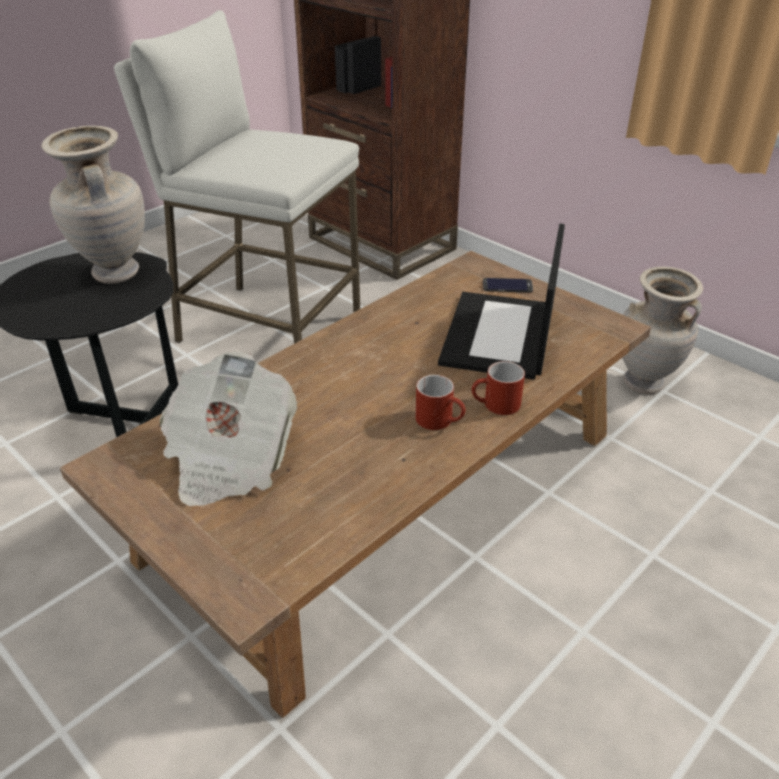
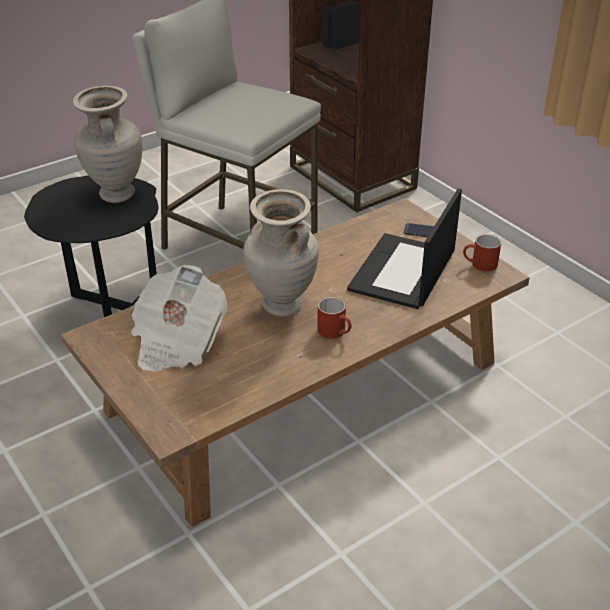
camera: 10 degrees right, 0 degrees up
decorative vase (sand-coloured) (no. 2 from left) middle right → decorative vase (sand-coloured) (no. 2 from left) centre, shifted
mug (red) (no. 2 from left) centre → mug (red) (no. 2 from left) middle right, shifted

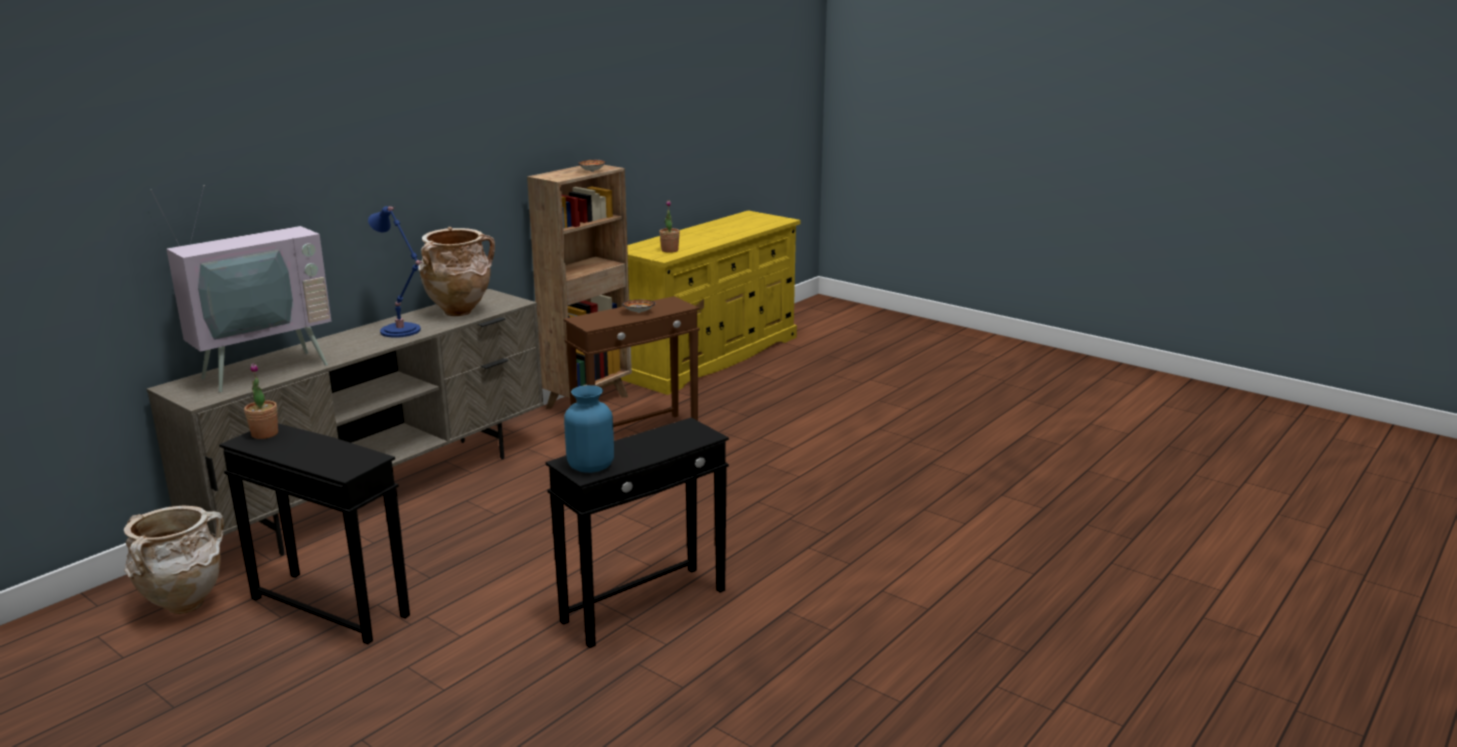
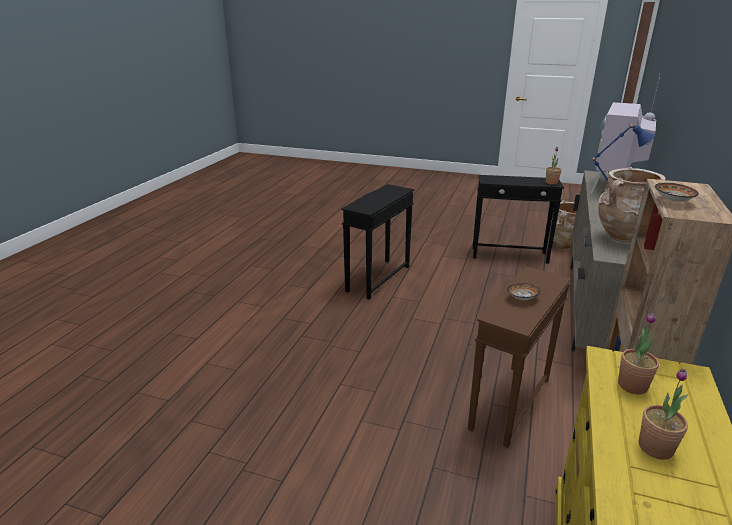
camera: 160 degrees right, 5 degrees up
- → plant in a pot (no. 3 from left) bottom right
decorative vase (blue-coloured) centre → -

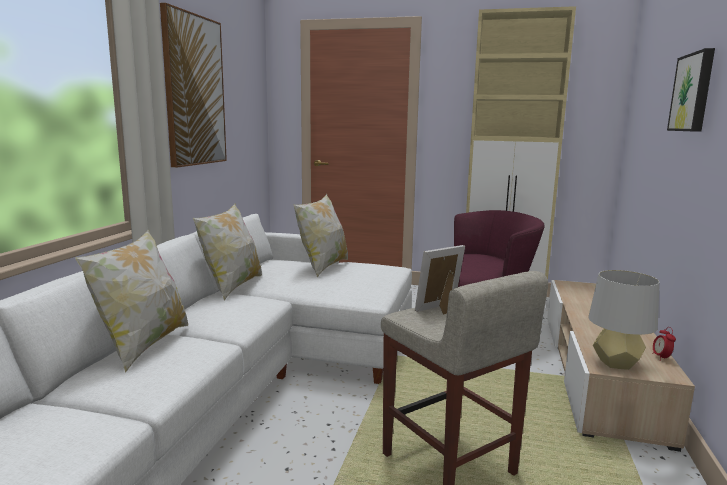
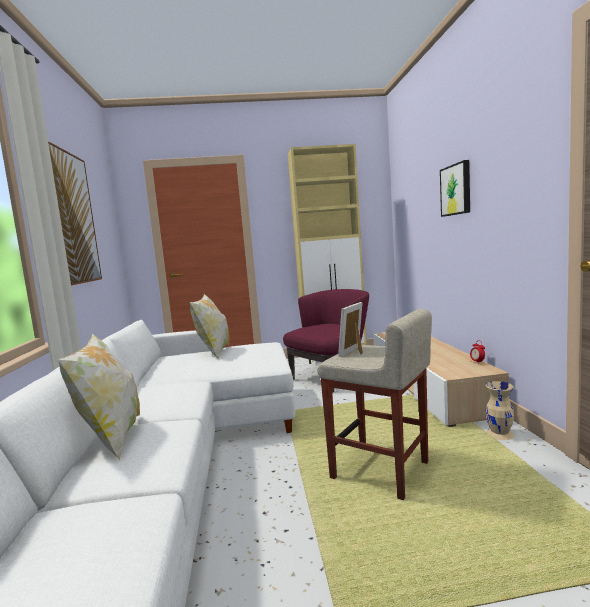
camera: 20 degrees left, 5 degrees down
- → decorative vase (sand-coloured) bottom right
cushion (no. 2 from left) middle left → -
lamp for a table (greyish) middle right → -

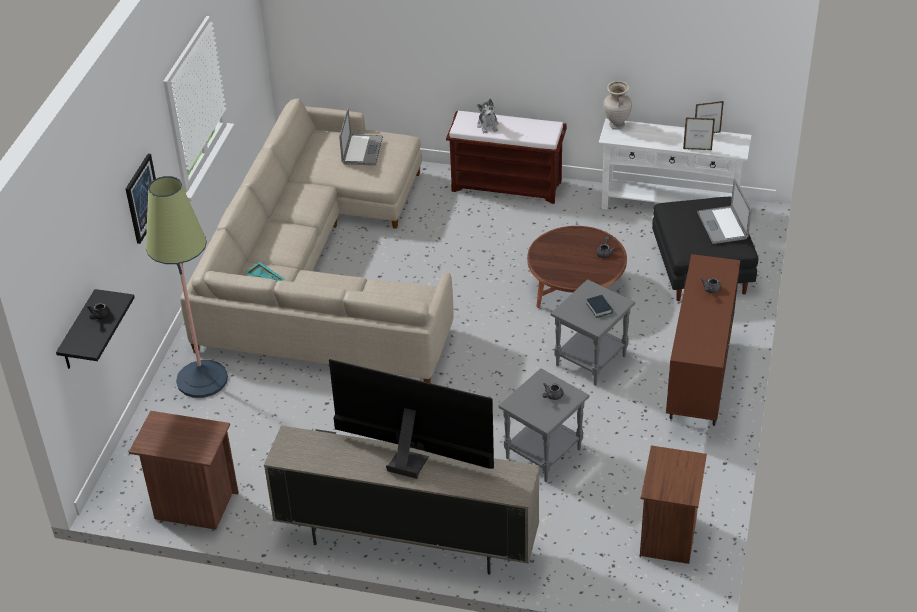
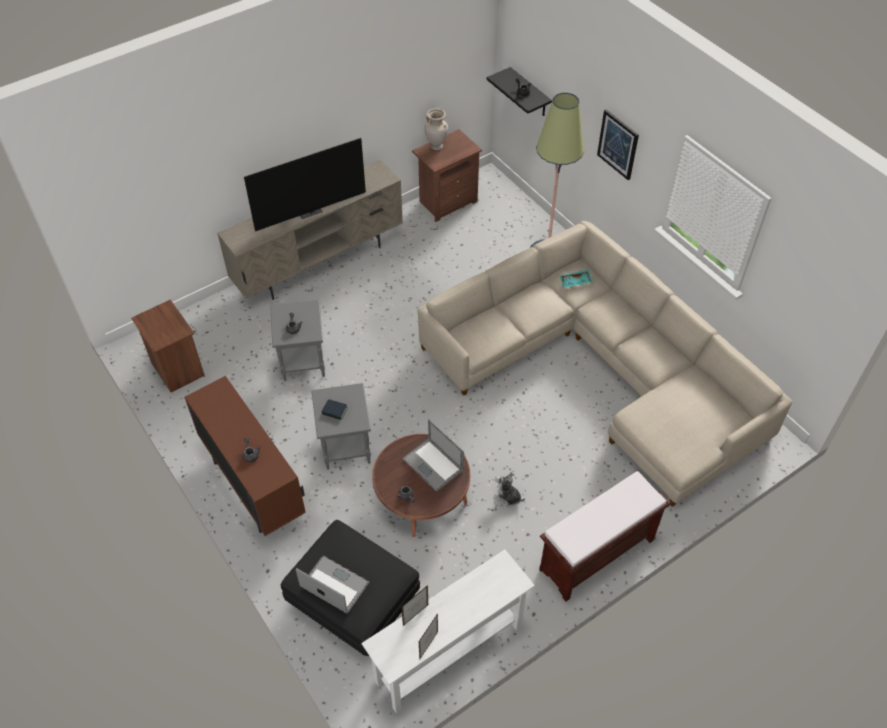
camera: 130 degrees right, 10 degrees up
notebook computer (no. 1 from left in the first image) top centre → notebook computer (no. 2 from left) centre, shifted
decorative vase (sand-coloured) top right → decorative vase (sand-coloured) top centre, shifted
cuddly toy top centre → cuddly toy bottom centre, shifted

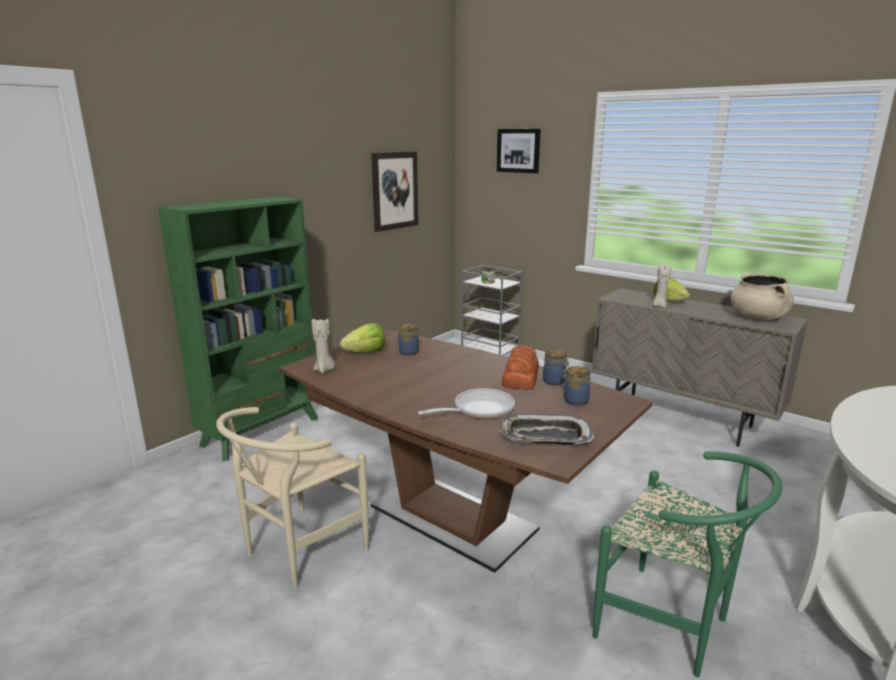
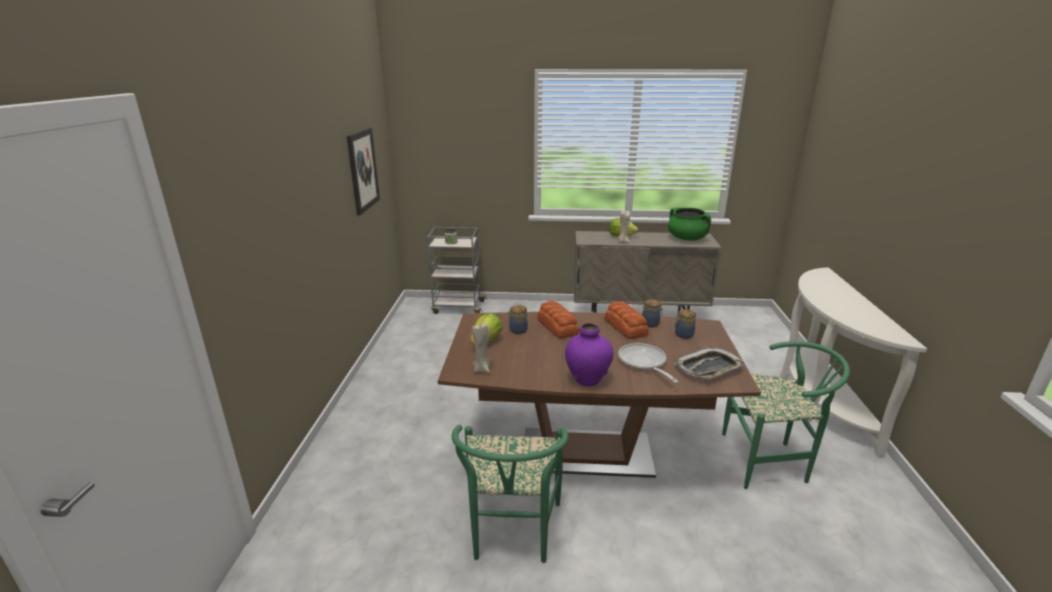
camera: 35 degrees left, 5 degrees up
chair (sand-coloured) bottom left → chair (green-coloured) (no. 1 from left) bottom centre
- → bakery bread (no. 1 from left) centre
- → decorative vase (purple) centre
pan centre, 45 degrees counterclockwise
saucepot (sand-coloured) middle right → saucepot (green-coloured) centre
bookcase (green-coloured) middle left → -
wall picture (no. 2 from left) top centre → -

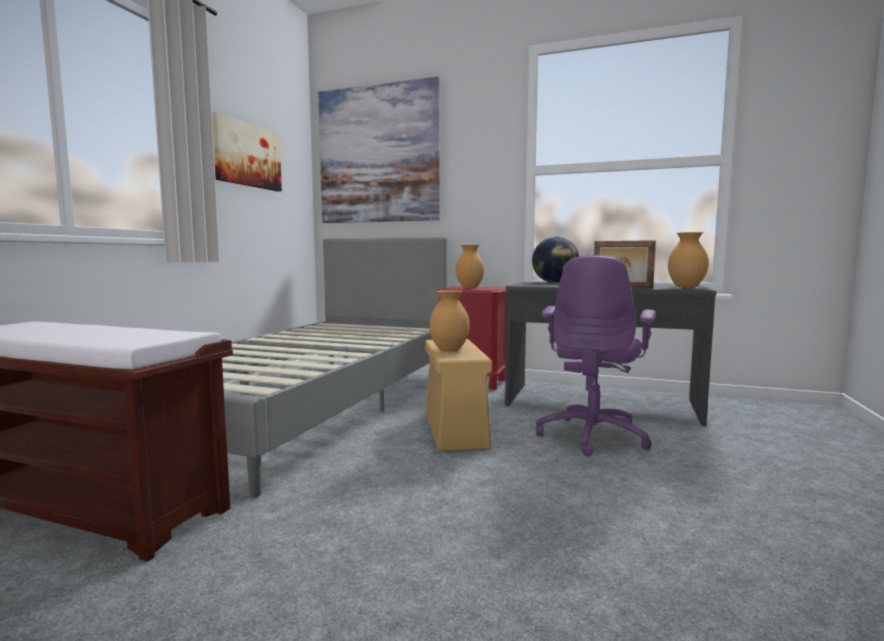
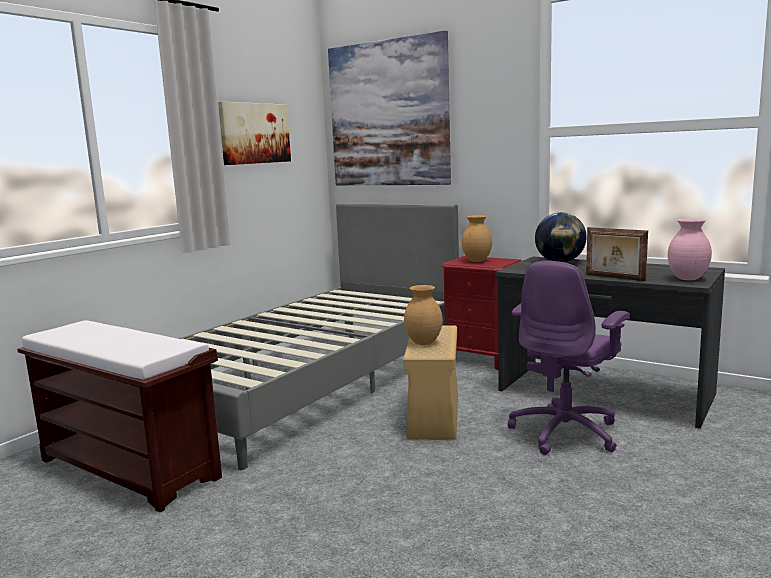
camera: 15 degrees right, 5 degrees up
decorative vase (brown) (no. 3 from left) middle right → decorative vase (pinkish) middle right

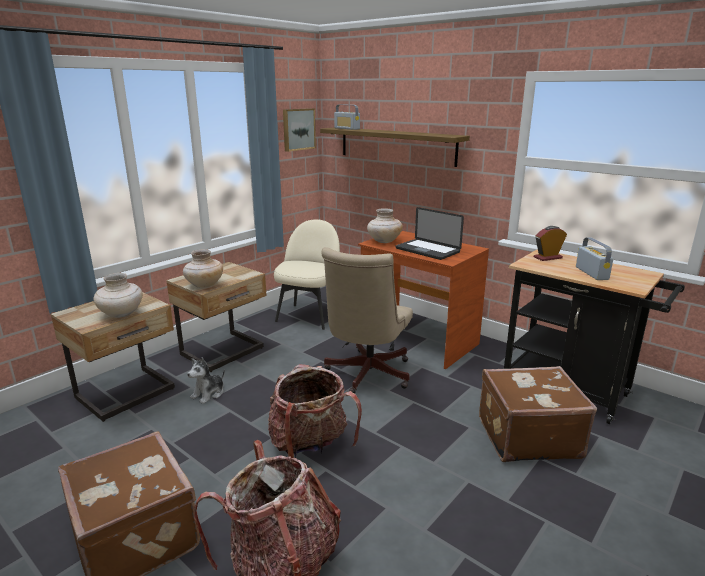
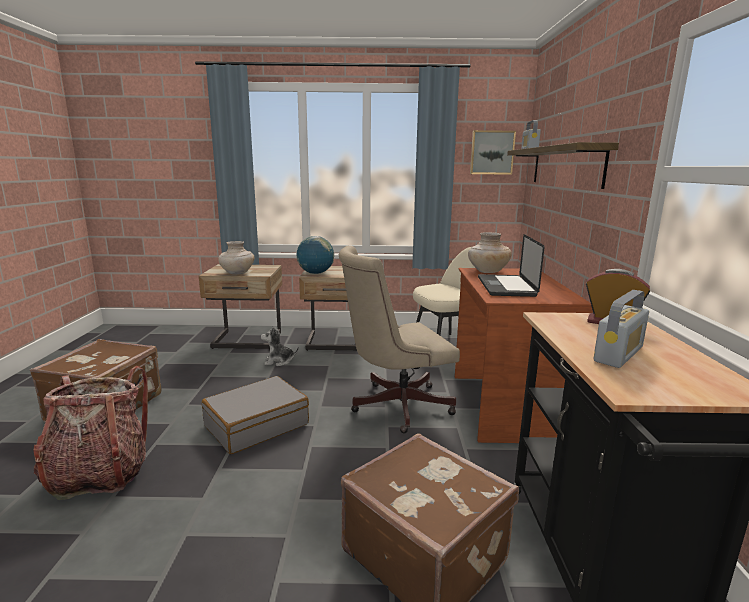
camera: 50 degrees right, 5 degrees down
knapsack (no. 2 from left) bottom centre → piece of luggage (greyish) bottom centre
decorative vase (sand-coloured) (no. 2 from left) middle left → desk globe centre

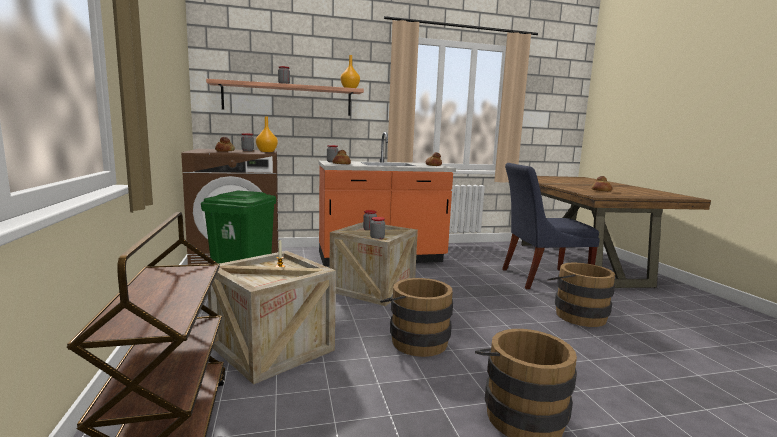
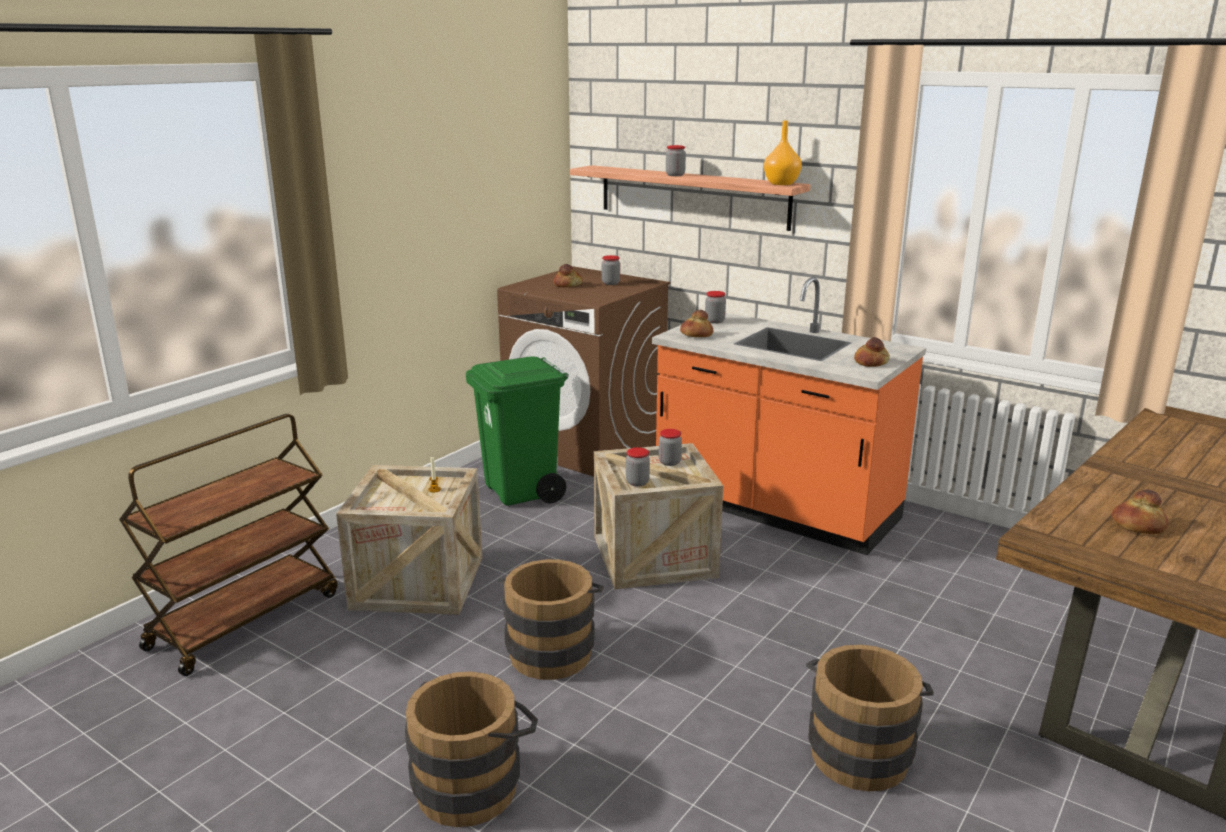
camera: 50 degrees right, 10 degrees up
decorative vase (orangey) (no. 1 from left) top centre → -
chair (blue-coloured) middle right → -

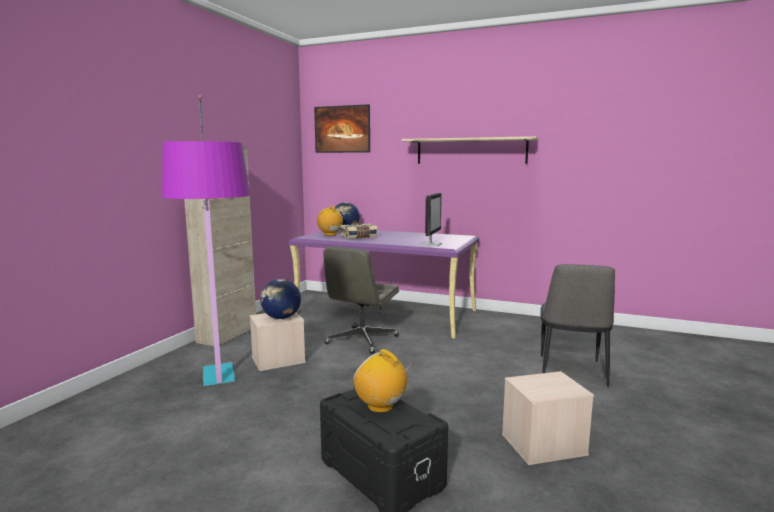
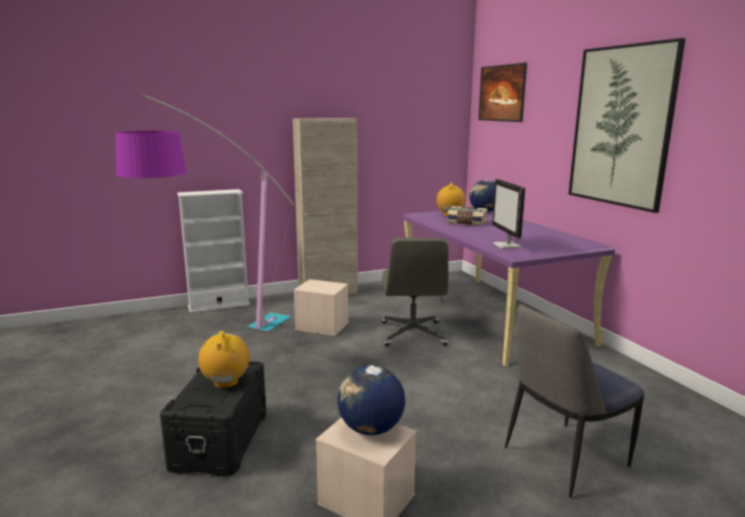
camera: 45 degrees right, 5 degrees up
- → bookcase (white-coloured) middle left
desk globe (no. 1 from left) centre → desk globe (no. 1 from left) bottom centre, shifted
desk chair (greyish) centre, 75 degrees counterclockwise
computer screen centre → computer screen middle right, 105 degrees clockwise
wall shelf (sand-coloured) top centre → wall picture (no. 2 from left) top right

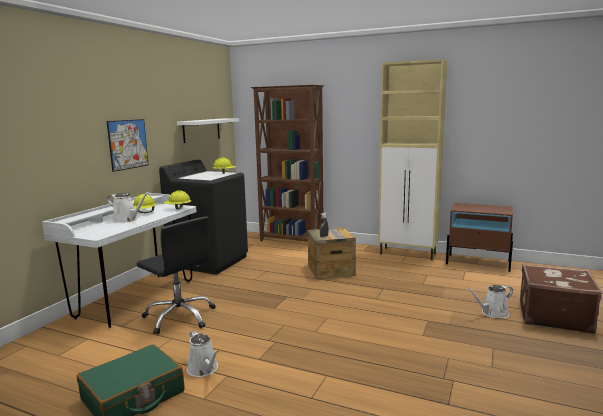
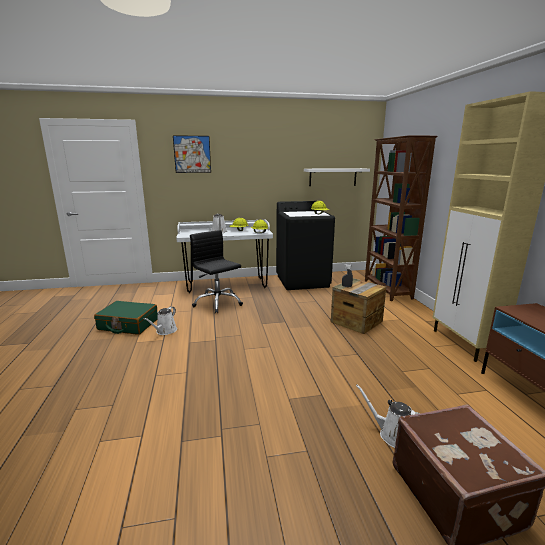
camera: 55 degrees right, 5 degrees up
wall picture middle left → wall picture top centre, shifted
desk chair (black-coloured) middle left → desk chair (black-coloured) centre, 135 degrees clockwise

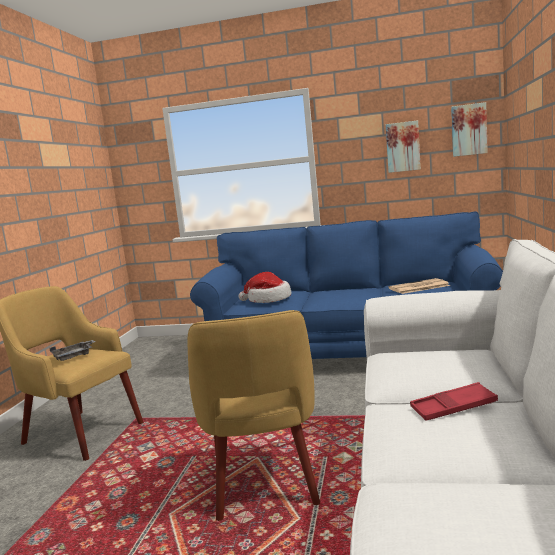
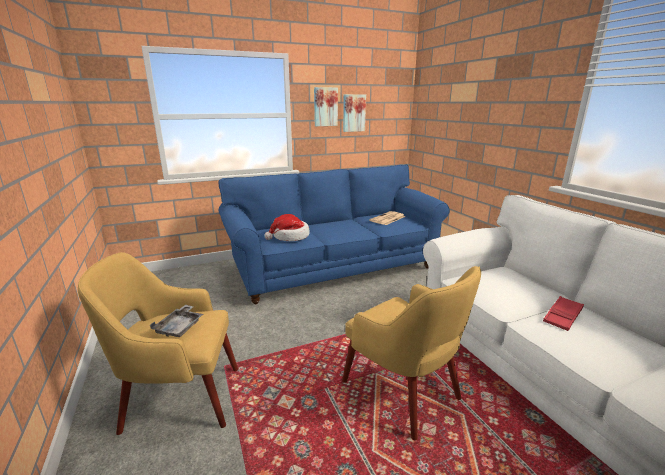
camera: 35 degrees left, 10 degrees up
wall picture (no. 2 from left in the first image) top right → wall picture (no. 1 from left) top centre, shifted

